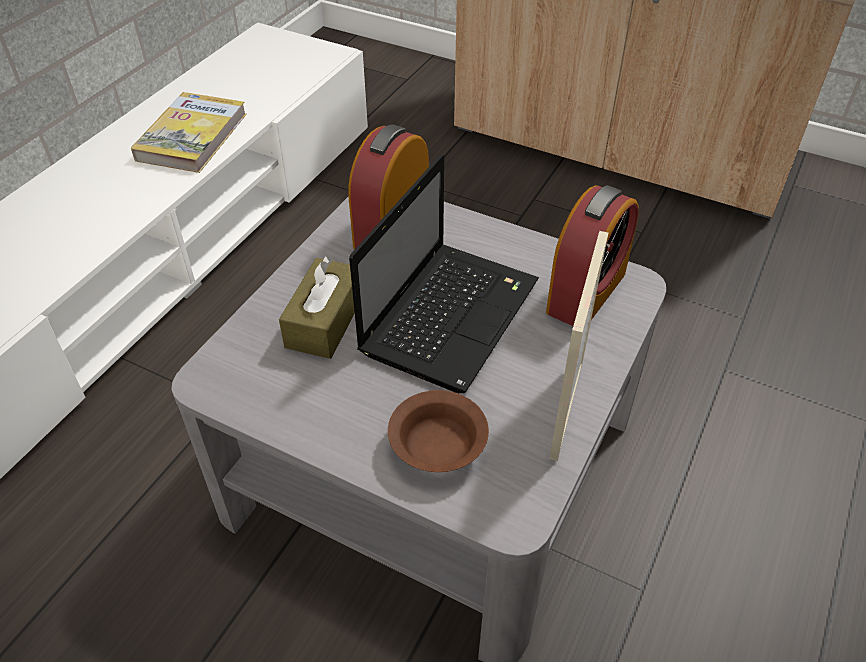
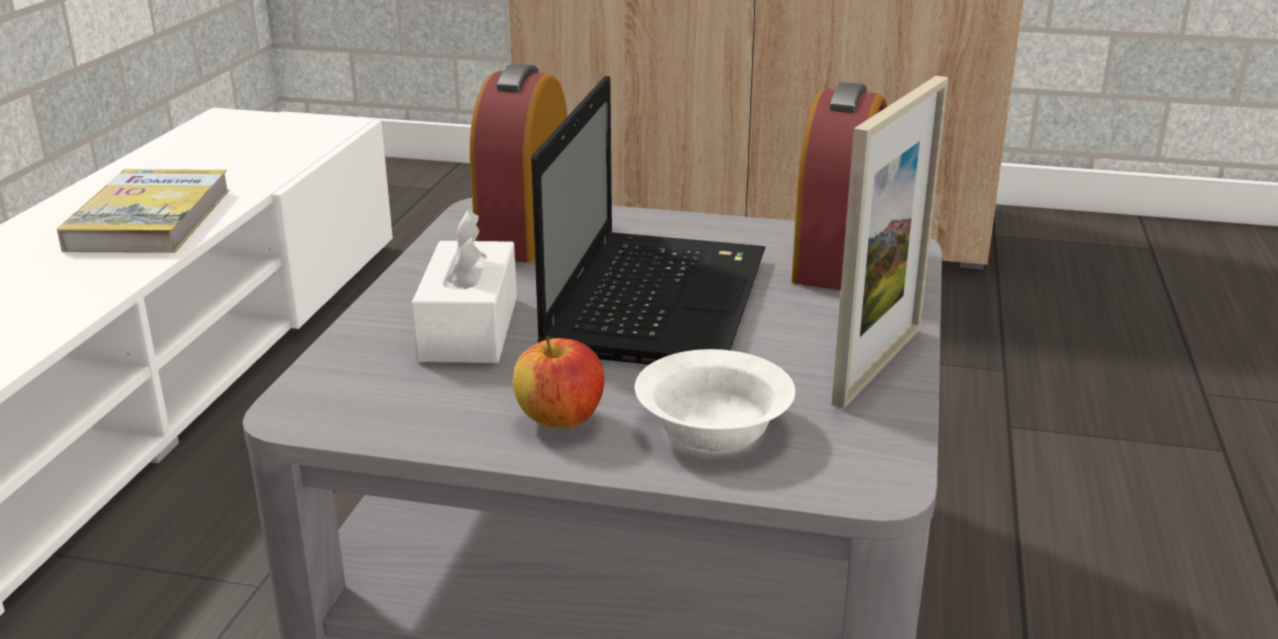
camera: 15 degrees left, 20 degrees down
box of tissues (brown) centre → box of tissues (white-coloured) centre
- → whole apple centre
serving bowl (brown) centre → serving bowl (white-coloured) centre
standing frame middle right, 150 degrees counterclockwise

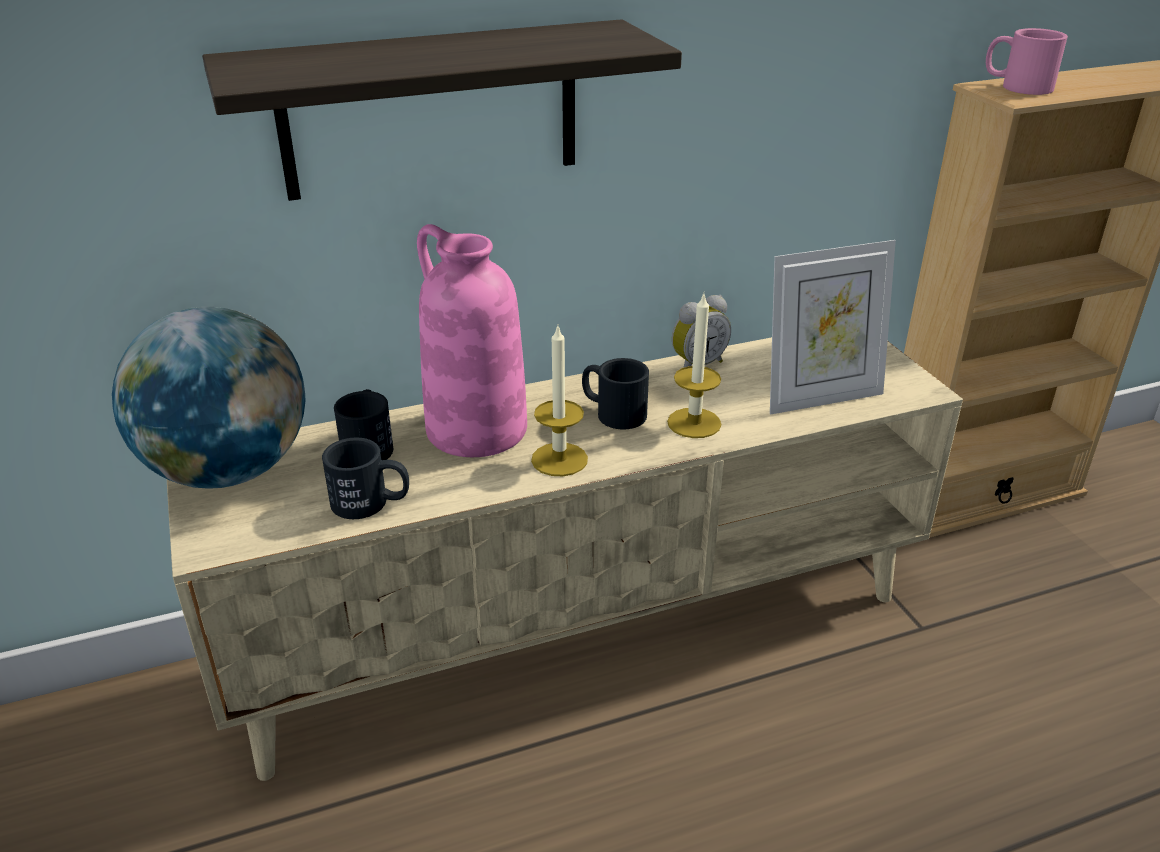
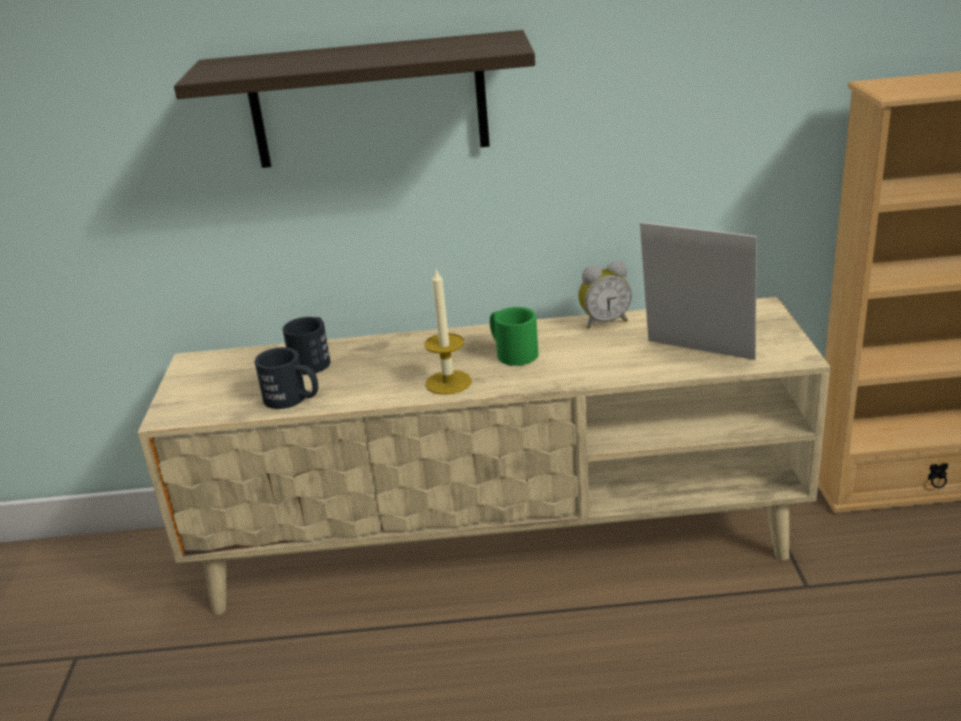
camera: 20 degrees right, 5 degrees down
mug (black-coloured) (no. 3 from left) centre → mug (green-coloured) centre
standing frame middle right, 150 degrees counterclockwise
desk globe middle left → -
decorative vase (pinkish) centre → -
candle (no. 2 from left) centre → -
mug (pinkish) top right → -

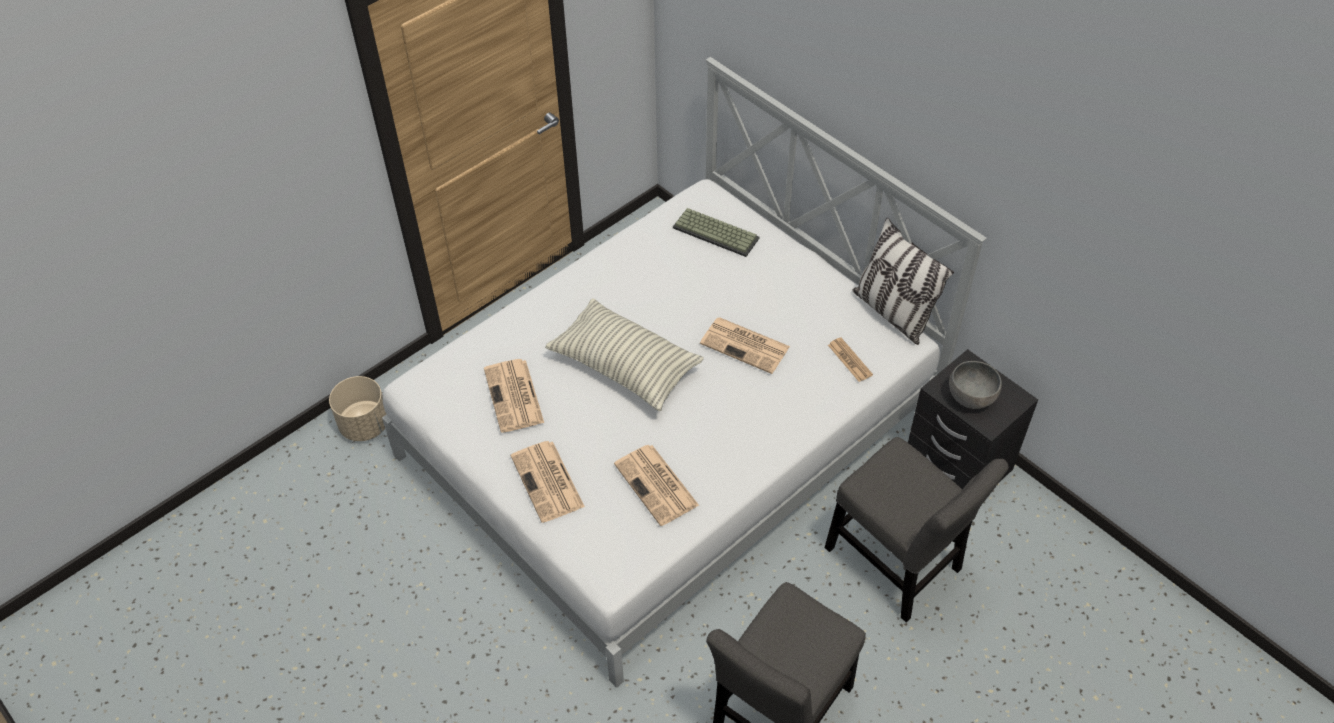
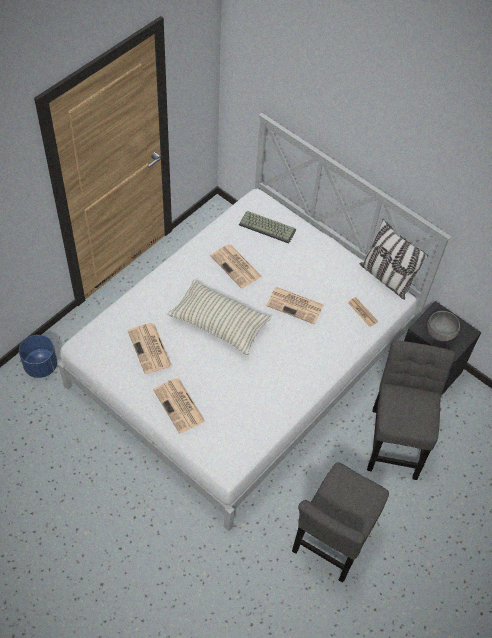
camera: 10 degrees left, 5 degrees up
plant pot (sand-coloured) middle left → plant pot (blue-coloured) middle left
newspaper (no. 3 from left) bottom centre → newspaper (no. 3 from left) centre, shifted
chair (greyish) (no. 2 from left) bottom right → chair (greyish) (no. 2 from left) middle right, 120 degrees counterclockwise

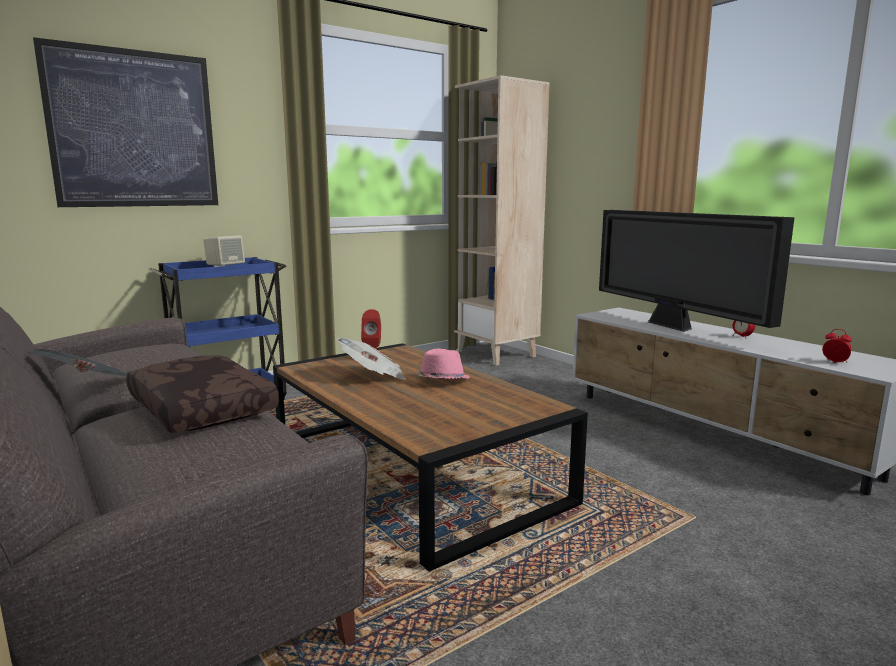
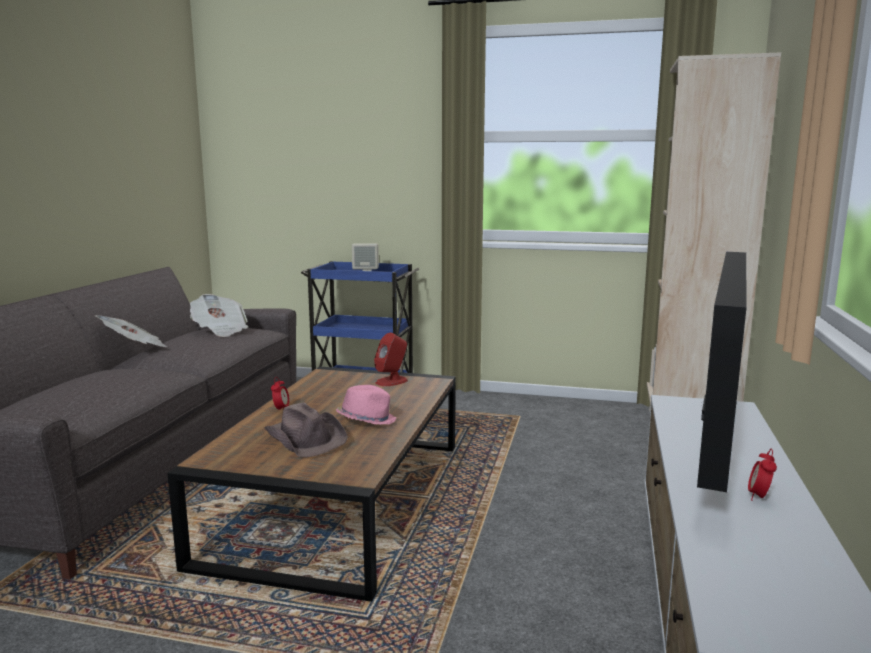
camera: 50 degrees right, 0 degrees up
newspaper (no. 2 from left) centre → newspaper (no. 2 from left) middle left, shifted
- → wearable hat (brown) centre
alarm clock (no. 2 from left in the first image) middle right → alarm clock (no. 1 from left) middle left, shifted
wall picture top left → -
cushion (brown) middle left → -

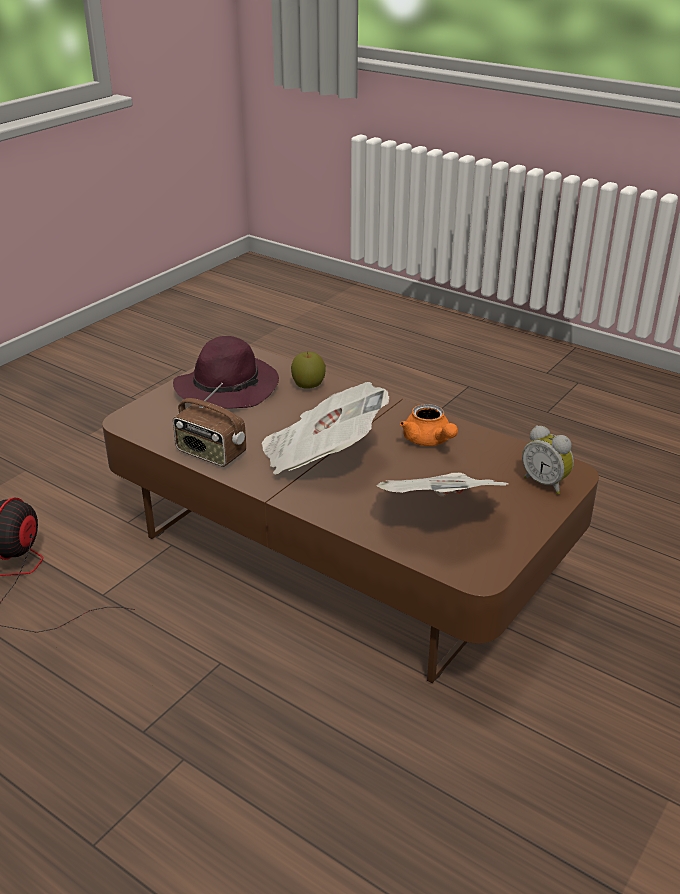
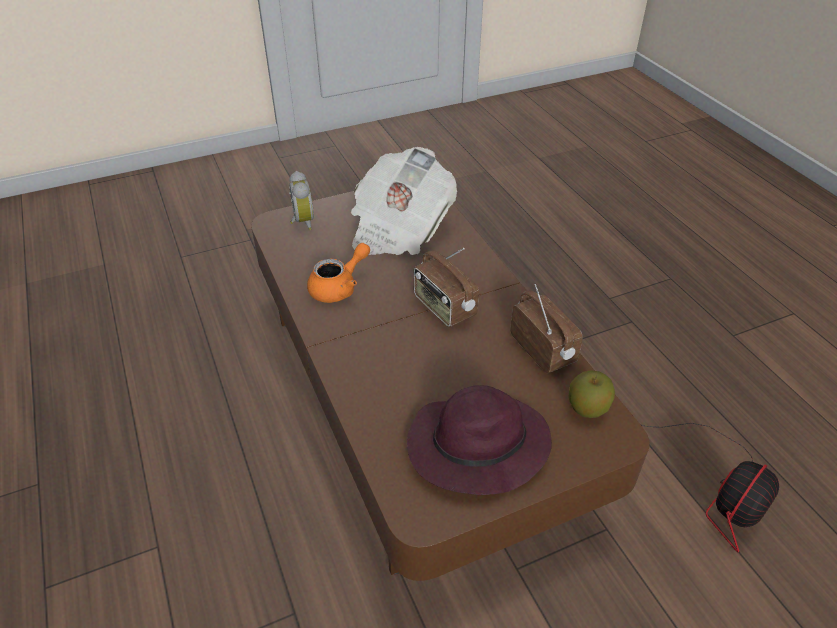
camera: 150 degrees left, 10 degrees up
tea pot (orangey) centre, 45 degrees clockwise
newspaper (no. 1 from left) centre → radio (no. 1 from left) centre
whole apple centre → whole apple middle right, shifted

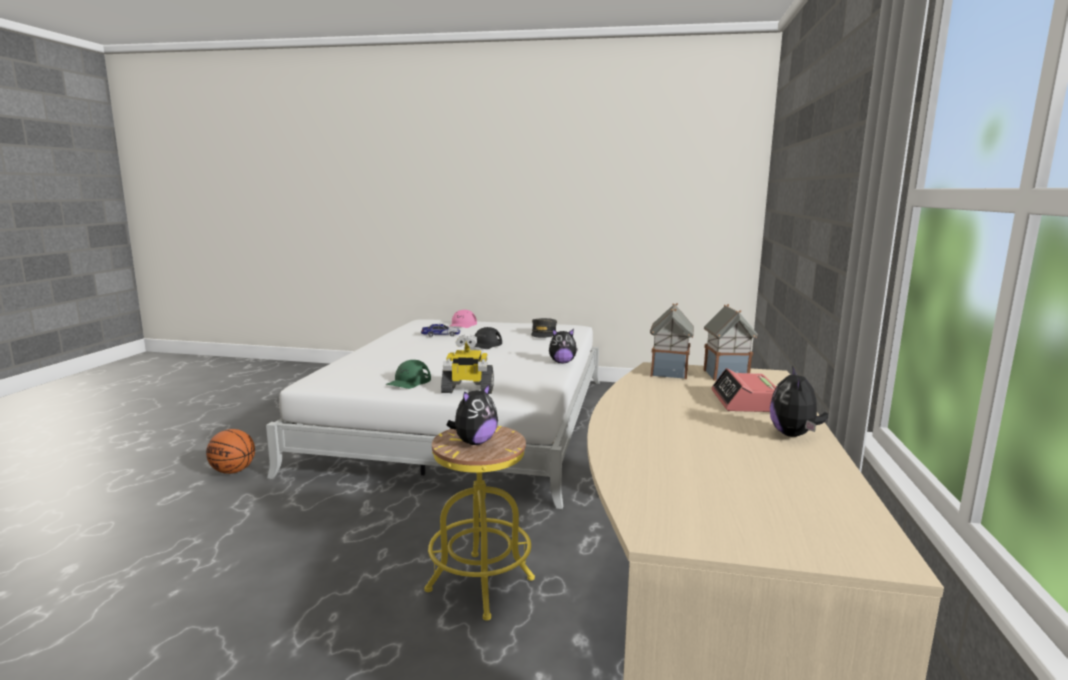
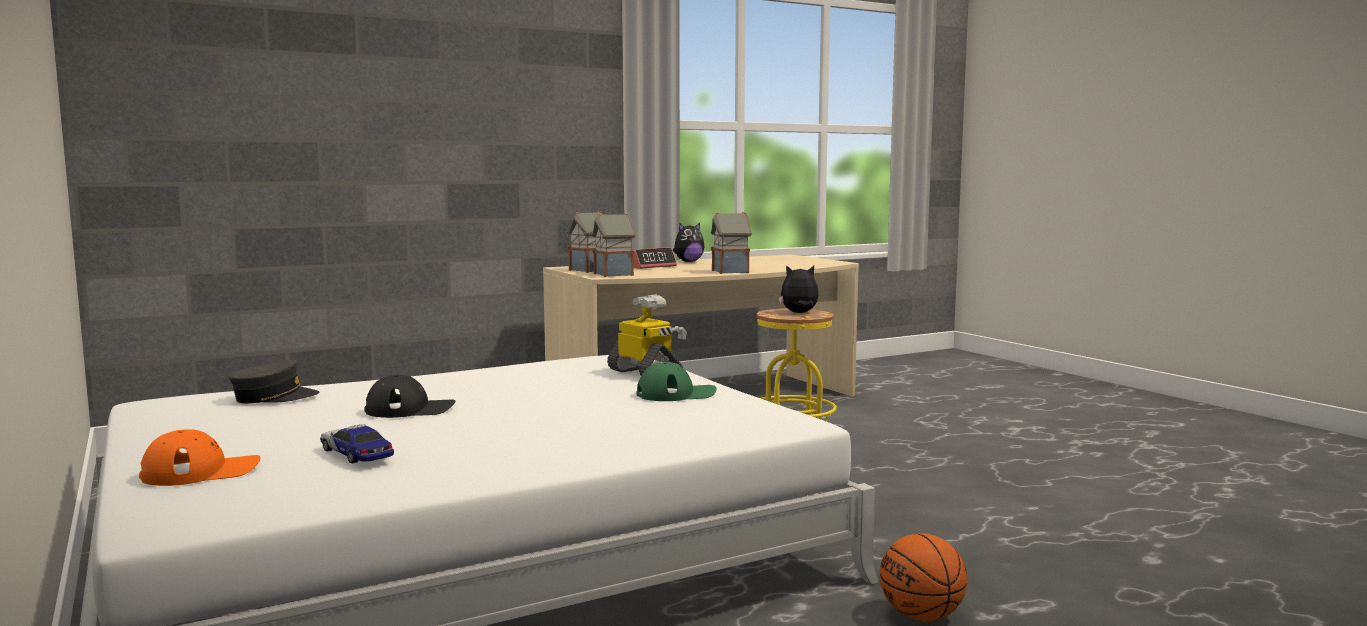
camera: 130 degrees left, 5 degrees down
baseball cap (pinkish) centre → baseball cap (orangey) bottom left
- → model house (no. 3 from left) centre
cuddly toy (no. 2 from left) centre → -

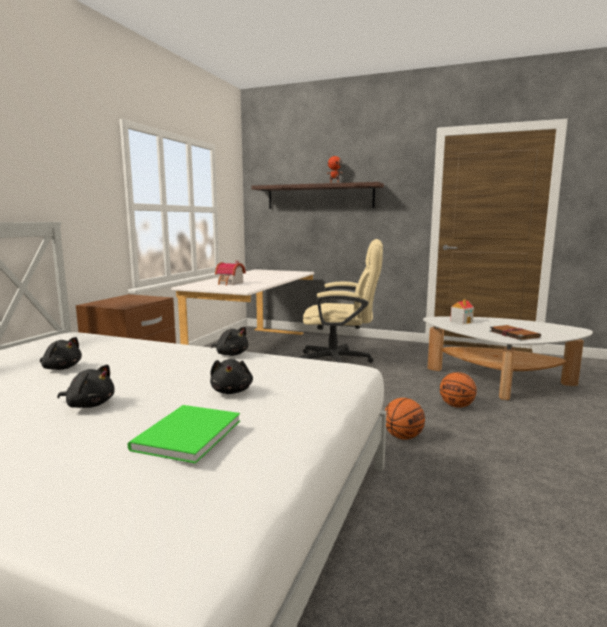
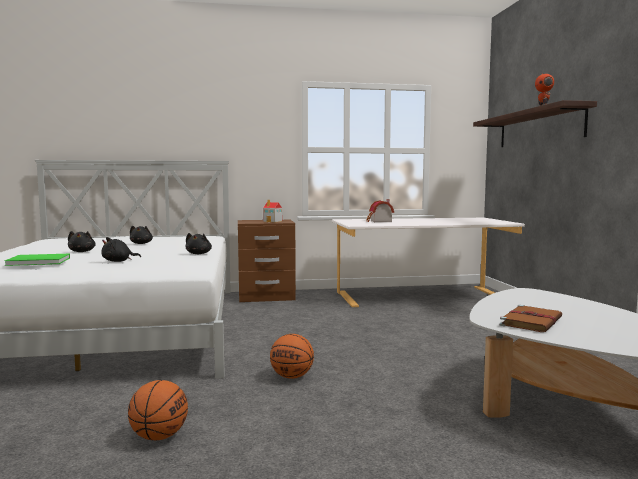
camera: 60 degrees right, 5 degrees down
ball for basketball (no. 2 from left in the first image) middle right → ball for basketball (no. 1 from left) bottom left, shifted
model house (no. 2 from left in the first image) middle right → model house (no. 1 from left) centre, shifted
desk chair (sand-coloured) centre → -

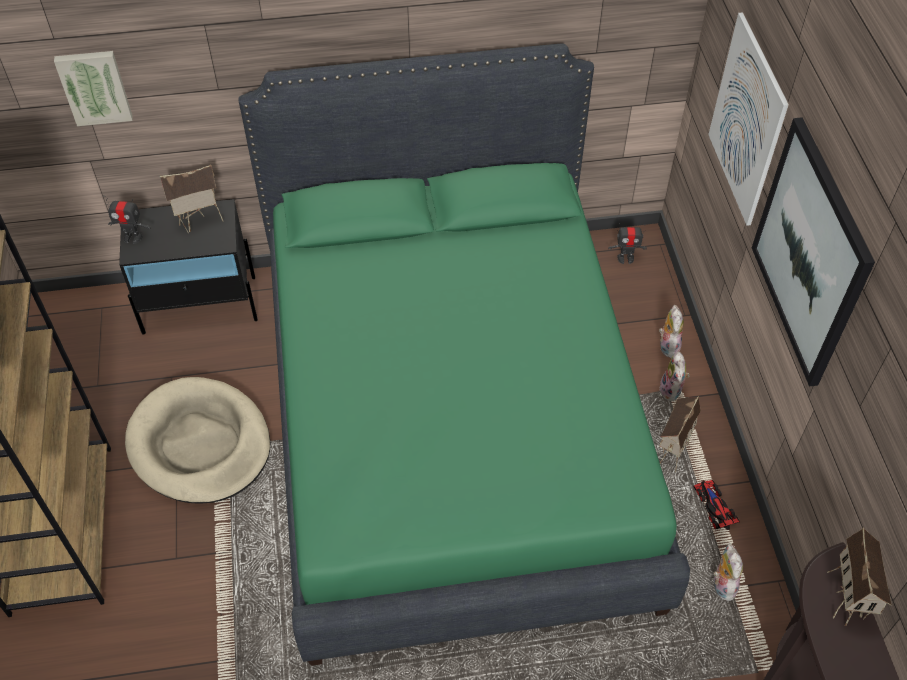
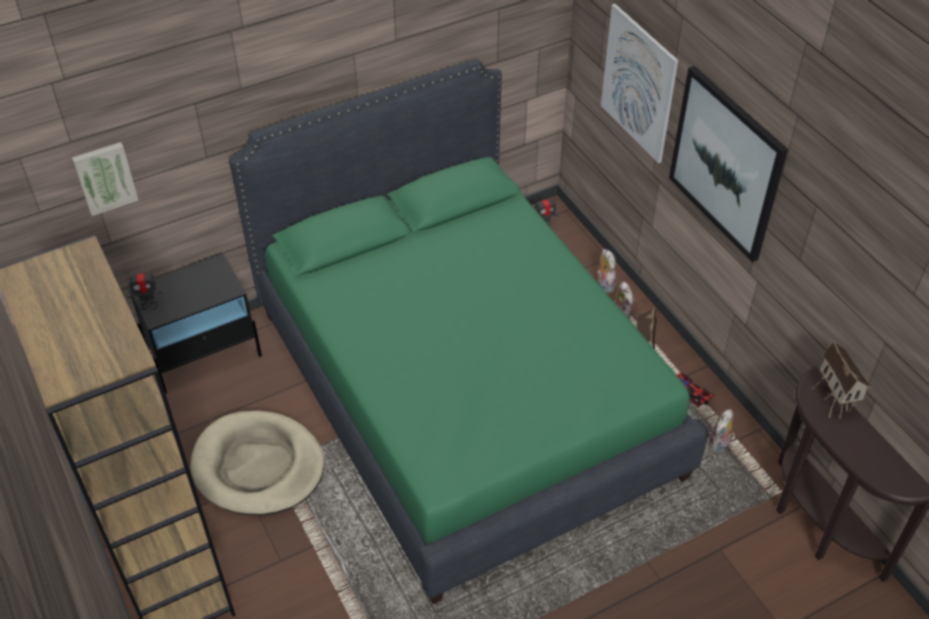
camera: 20 degrees left, 5 degrees down
cuddly toy (no. 3 from left) bottom right, 120 degrees counterclockwise
model house (no. 1 from left) top left → -

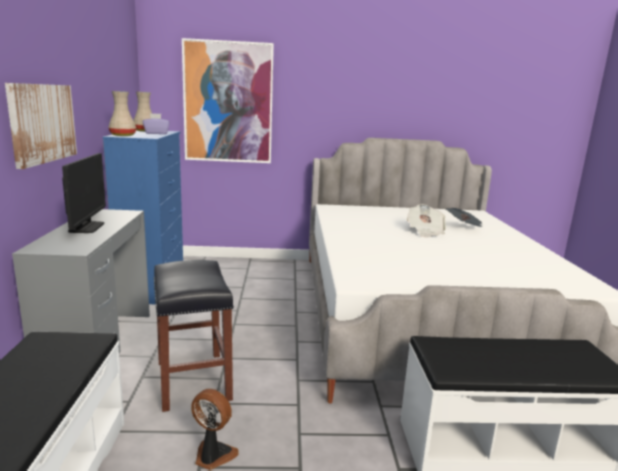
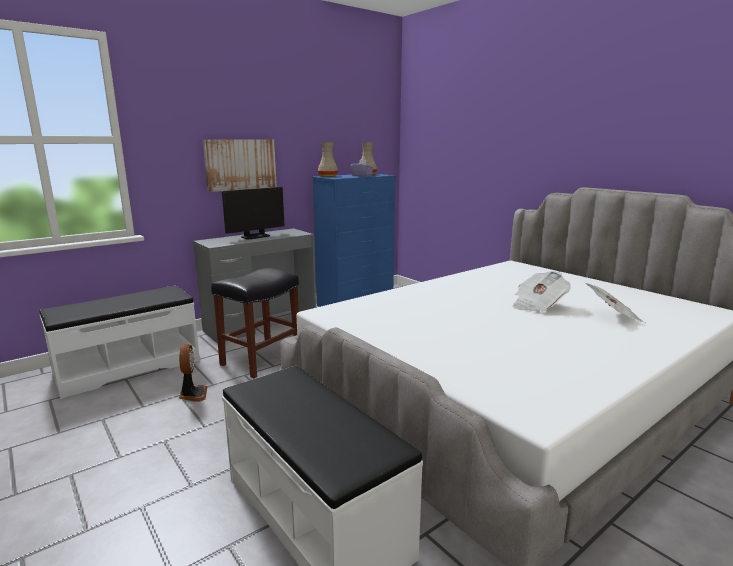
camera: 55 degrees right, 0 degrees up
wall picture (no. 2 from left) top centre → -

